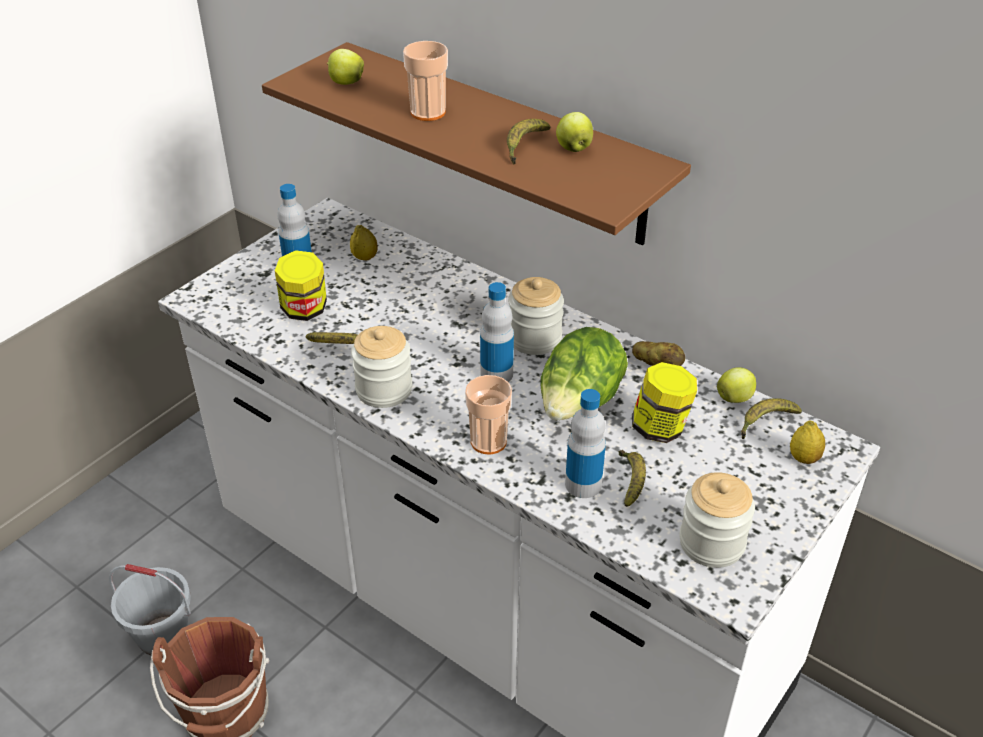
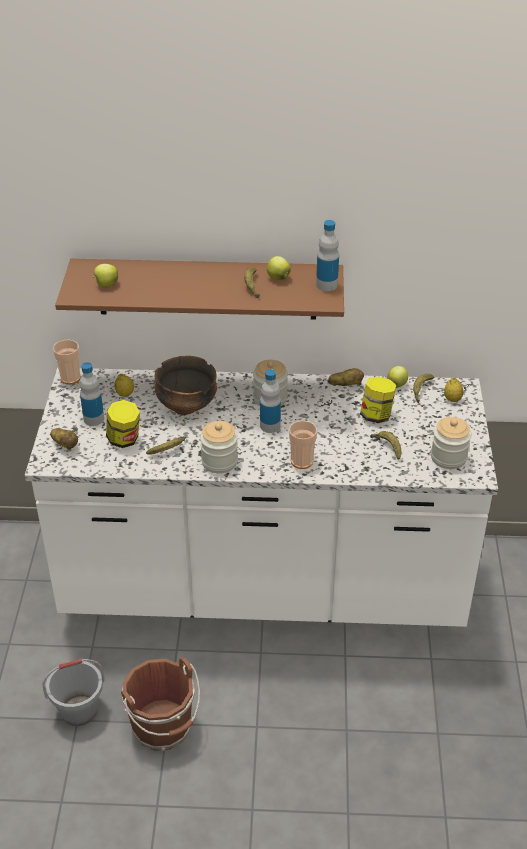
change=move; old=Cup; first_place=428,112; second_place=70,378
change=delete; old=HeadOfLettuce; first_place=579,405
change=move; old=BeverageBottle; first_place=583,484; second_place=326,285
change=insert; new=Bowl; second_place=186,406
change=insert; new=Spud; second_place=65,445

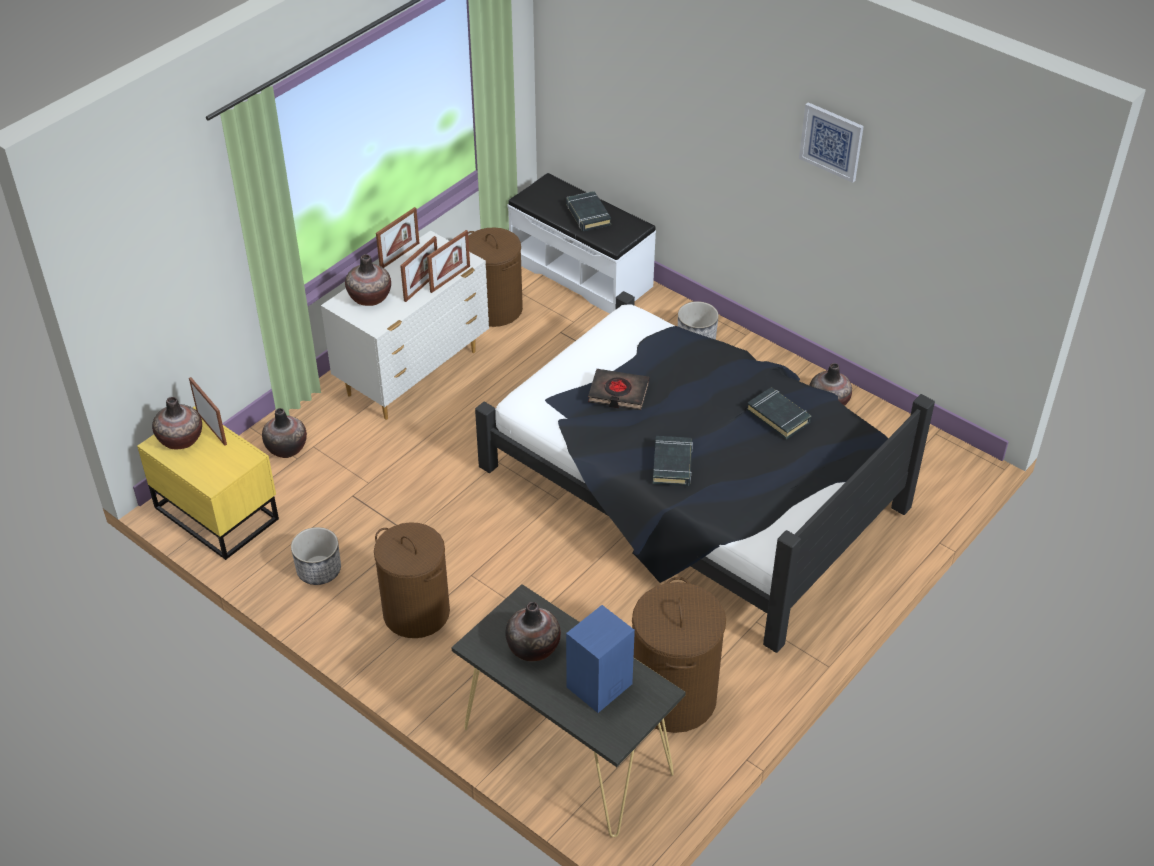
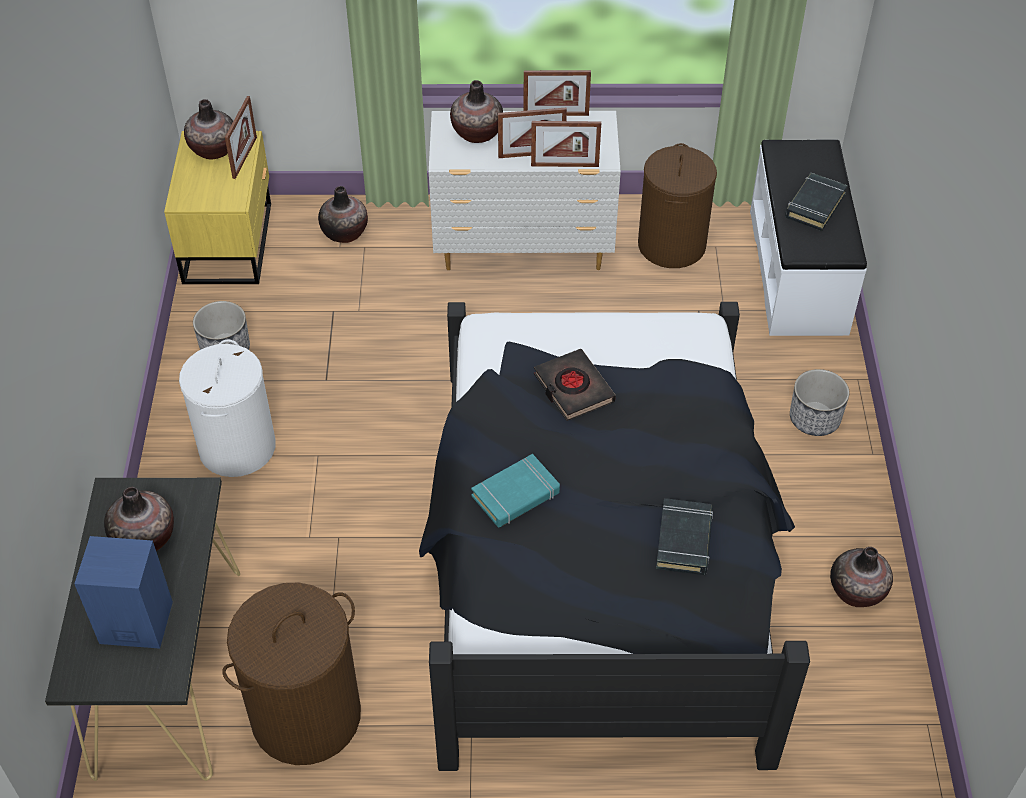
change=delete; old=Picture; first_place=831,141
change=recolor; old=BlackBook; new=TurquoiseColouredBook; first_place=672,464; second_place=516,495
change=recolor; old=BrownishLaundryBasket; new=WhiteLaundryBasket; first_place=416,612; second_place=237,447

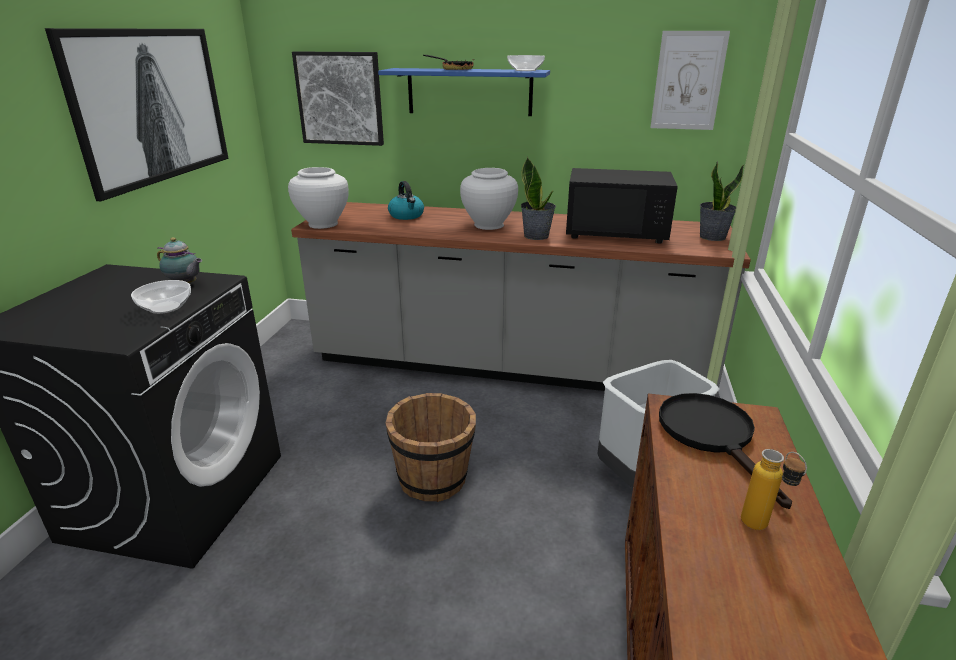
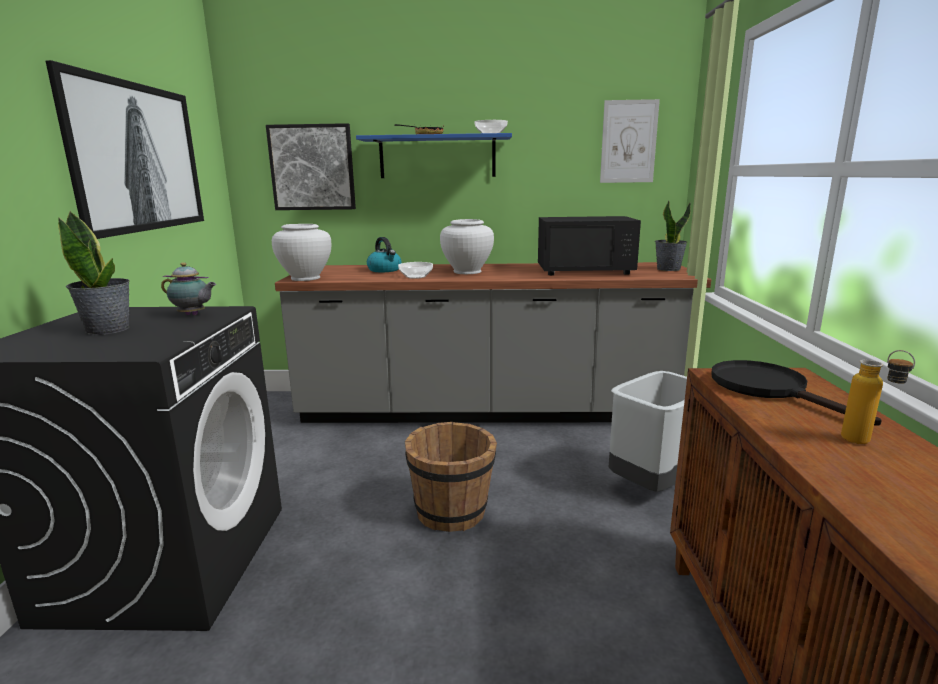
change=move; old=PottedPlant; first_place=536,236; second_place=108,329
change=move; old=Bowl; first_place=166,307; second_place=416,276

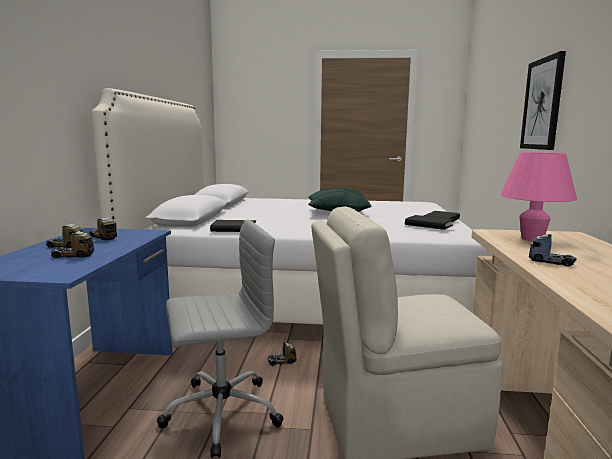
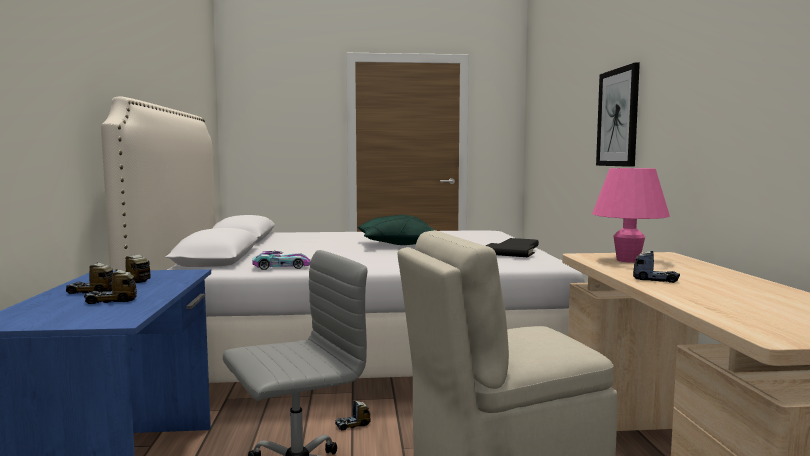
change=replace; old=BlackBook; new=MiniatureCar; first_place=234,229; second_place=281,267

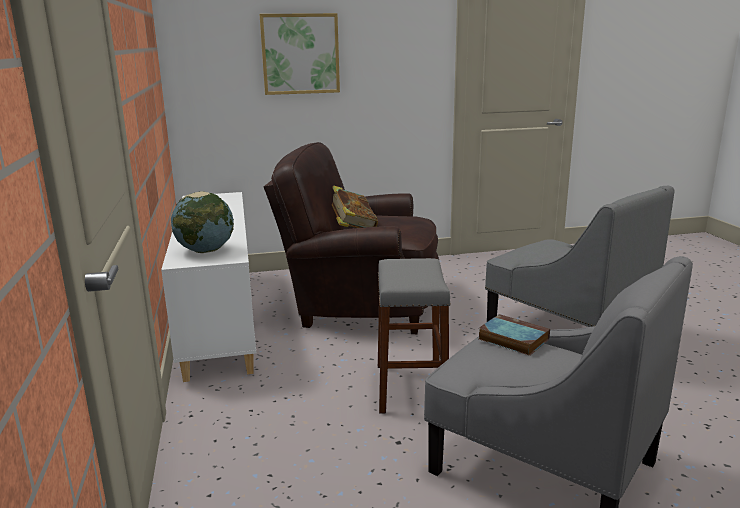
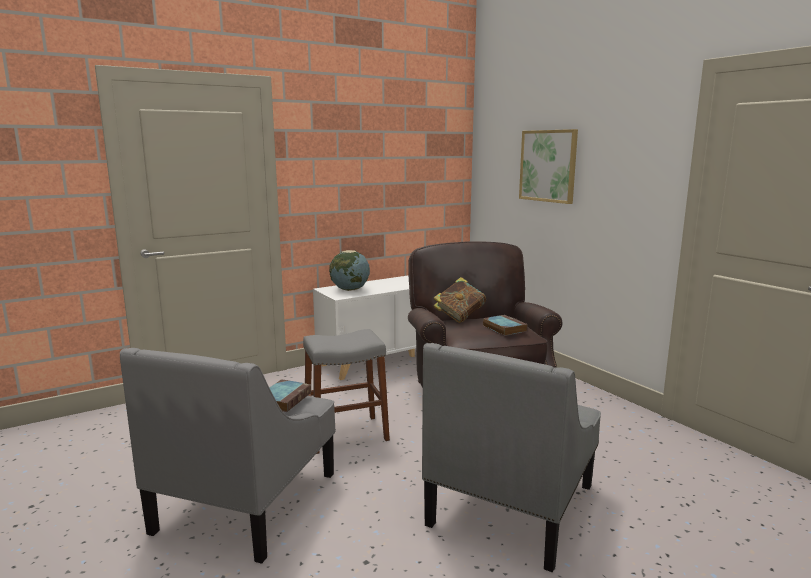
change=insert; new=Book; second_place=503,328

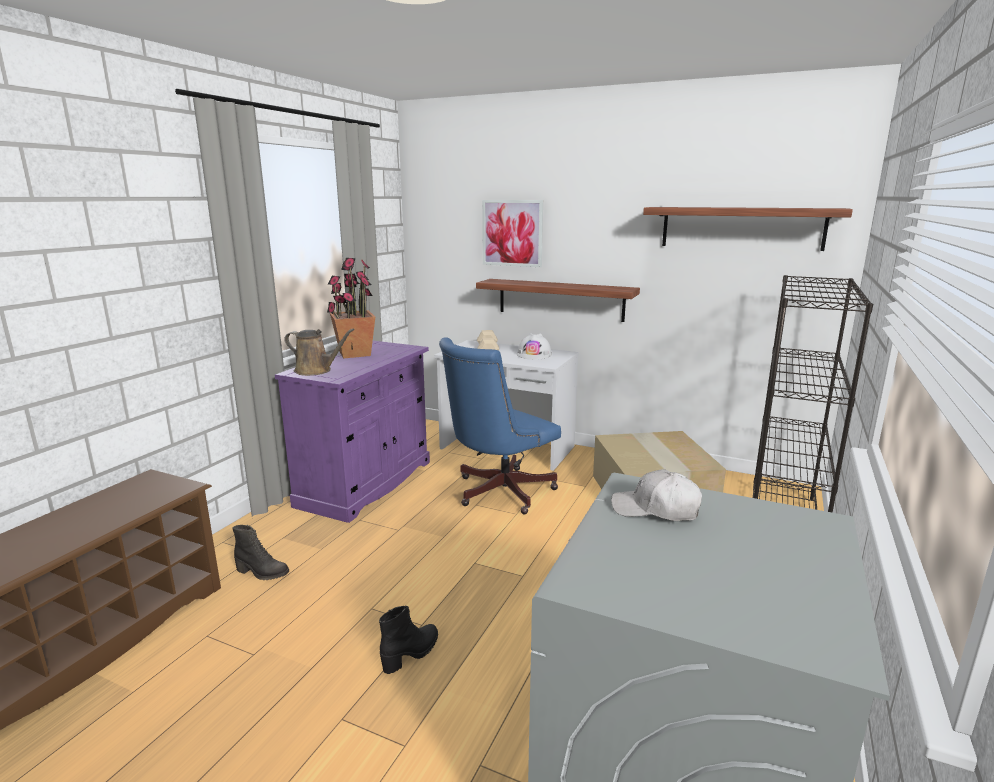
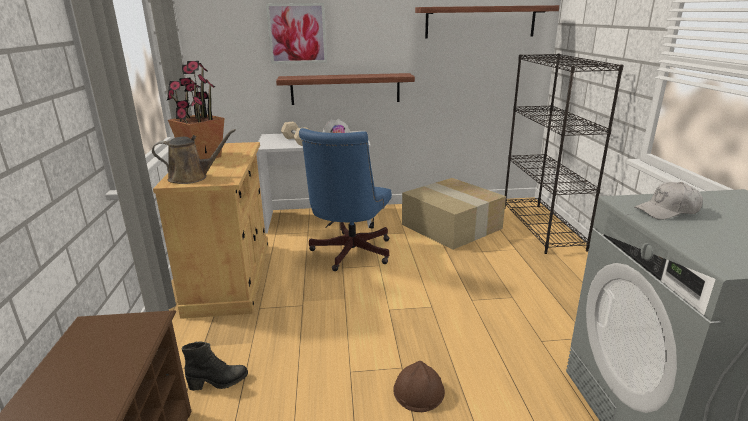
change=recolor; old=PurpleColouredCupboard; new=BeigeCupboard; first_place=366,483; second_place=230,277
change=replace; old=BlackBoot; new=BrownishSafetyHelmet; first_place=411,654; second_place=418,391

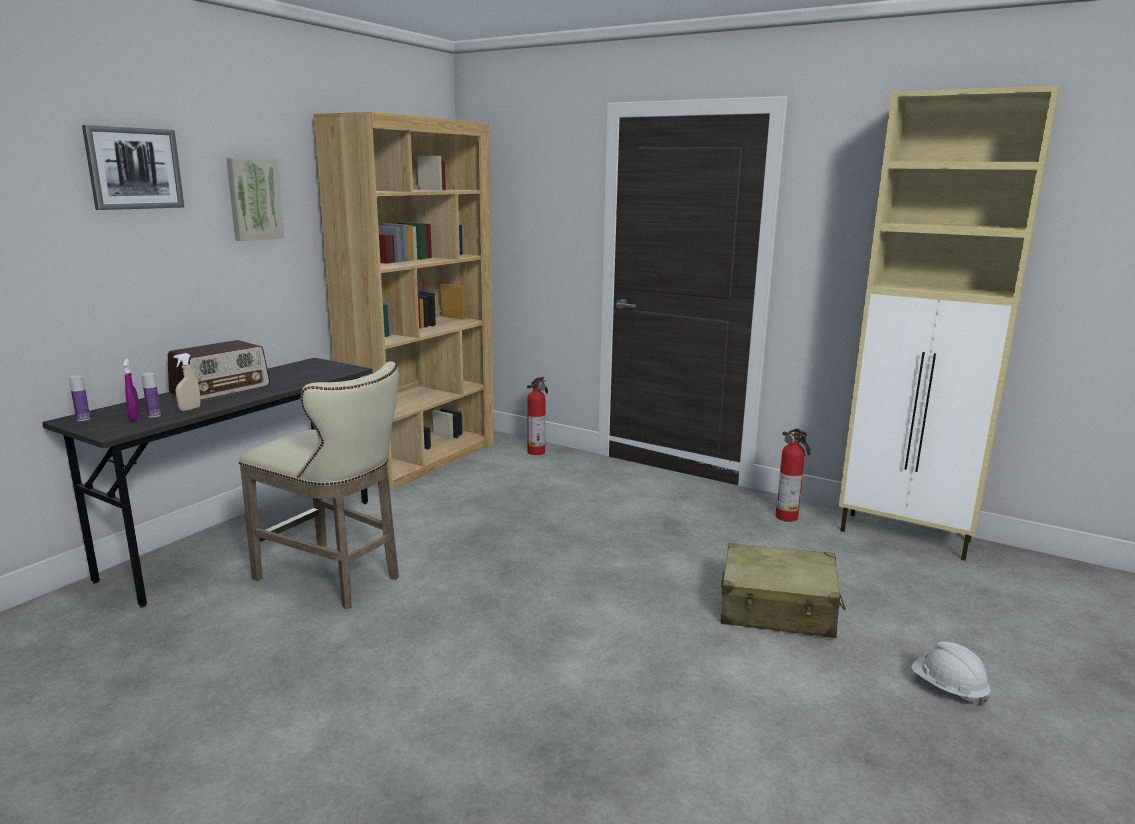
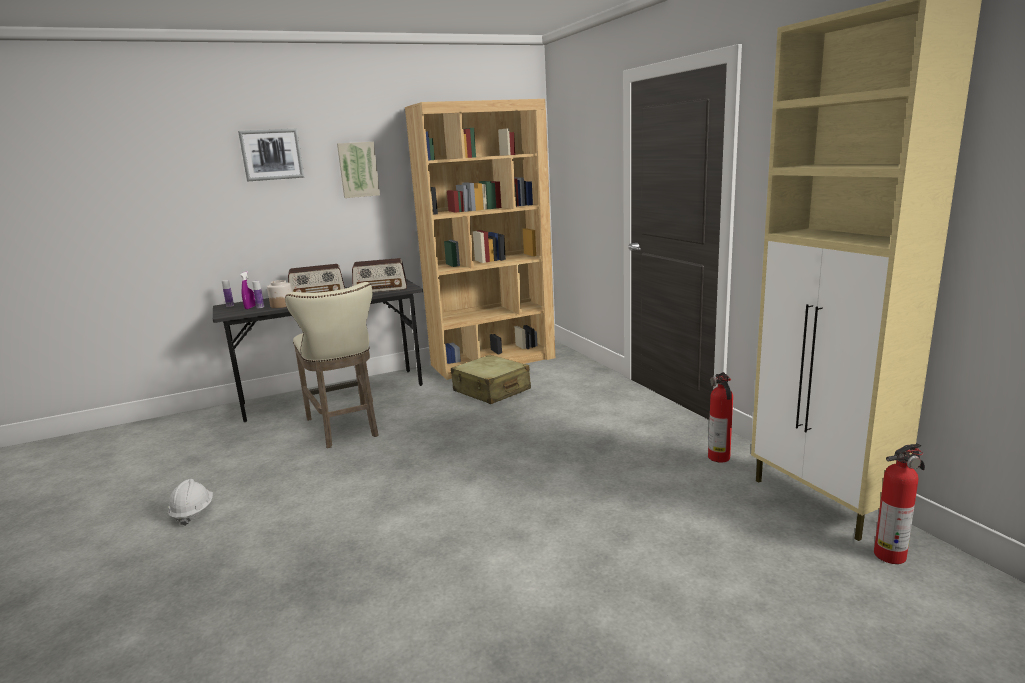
change=replace; old=BeigeHandSprayer; new=StorageJar; first_place=190,409; second_place=282,305
change=move; old=Extinguisher; first_place=537,451; second_place=891,555
change=move; old=BeigeTravelCase; first_place=778,608; second_place=491,390
change=move; old=WhiteSafetyHelmet; first_place=947,689; second_place=192,513
change=insert; new=Radio; second_place=381,289

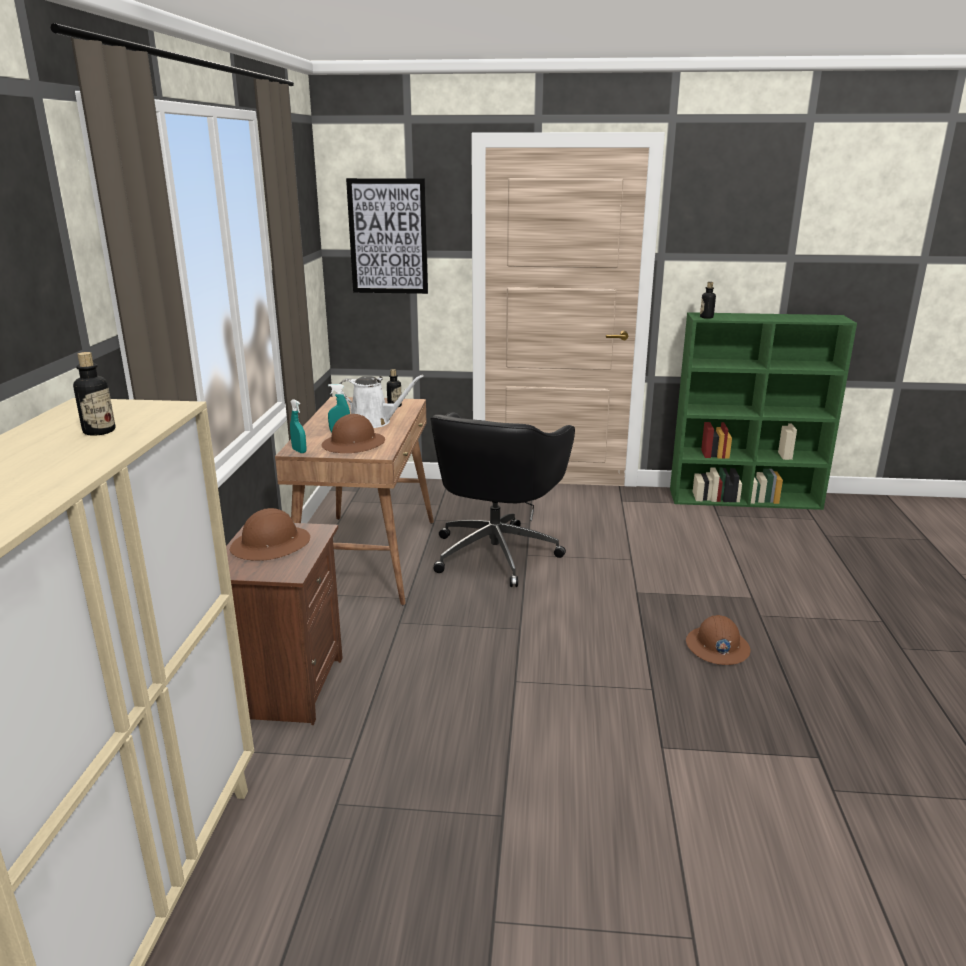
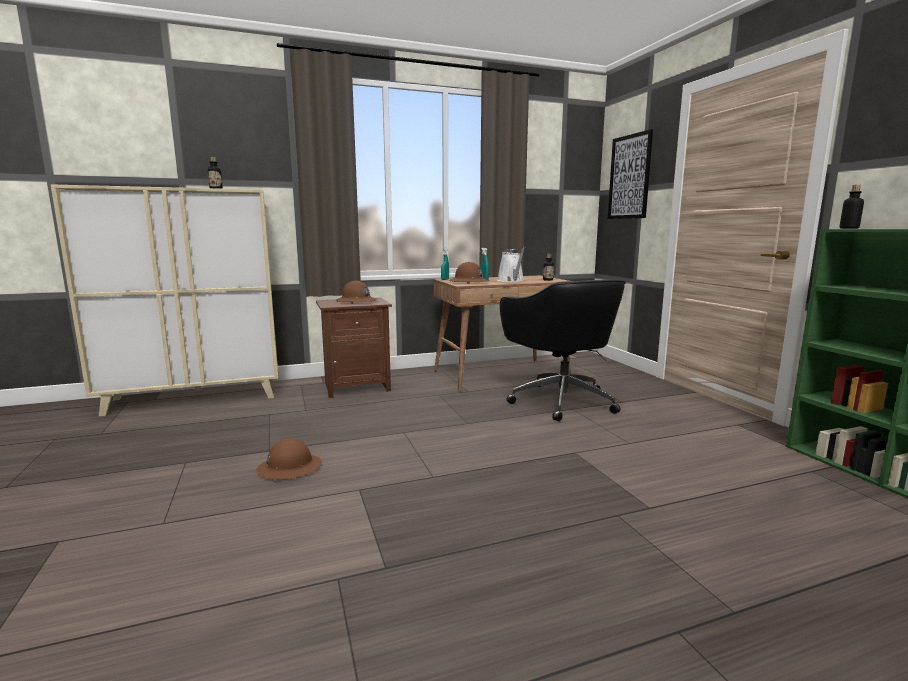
change=rotate; old=BlackComputerChair; first_place=496,552; second_place=560,400; degrees=-105
change=move; old=BrownishSafetyHelmet; first_place=717,647; second_place=289,468

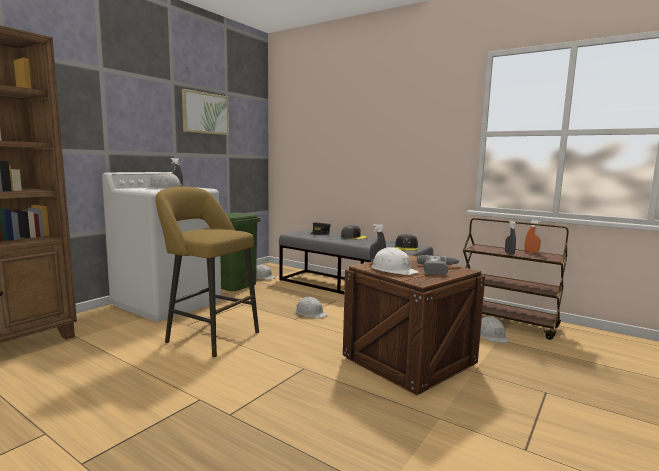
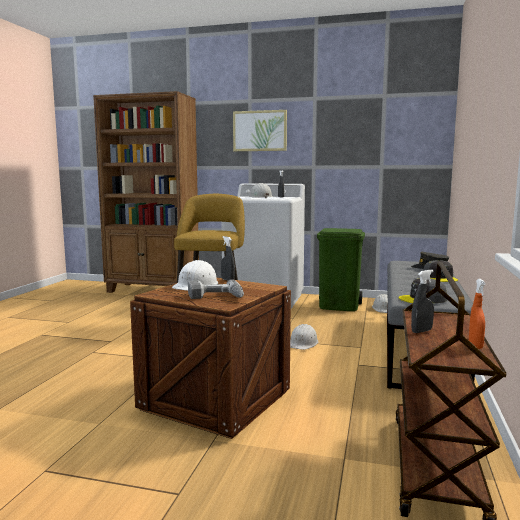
change=move; old=Picture; first_place=205,113; second_place=260,131
change=delete; old=WhiteSafetyHelmet; first_place=491,335

